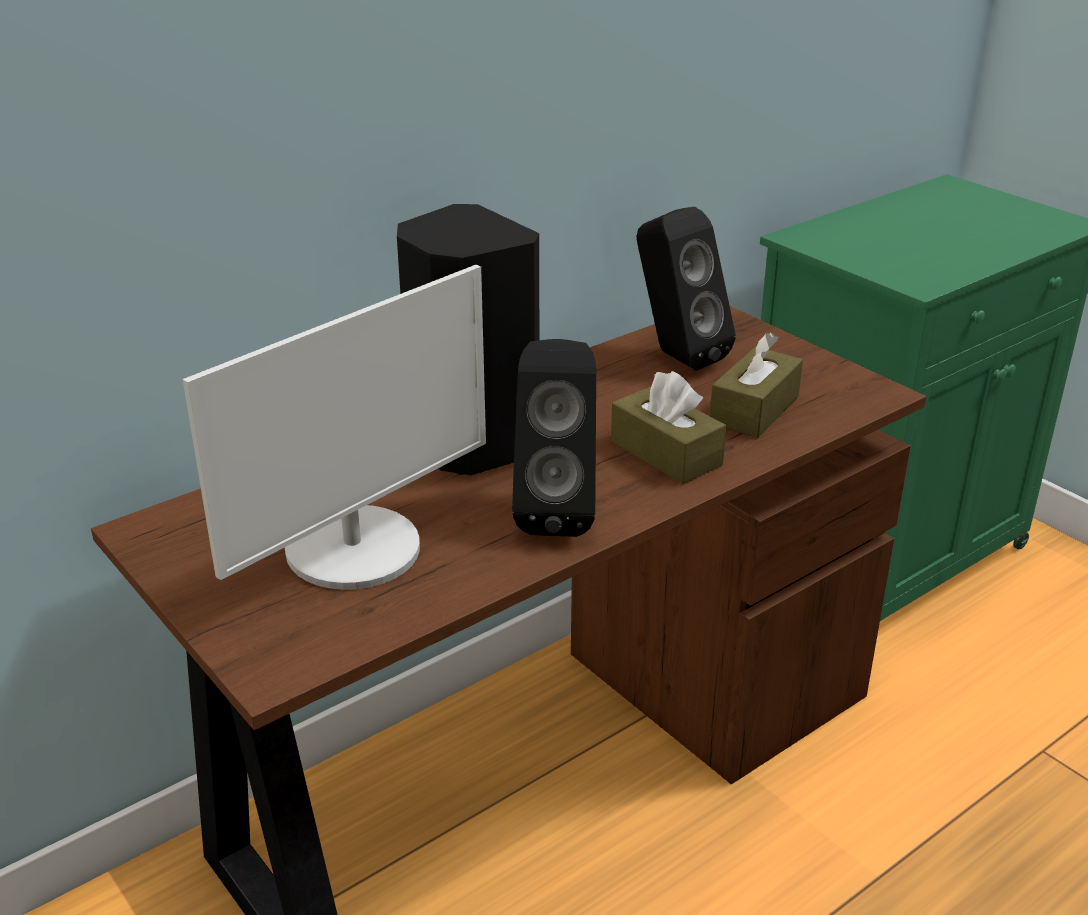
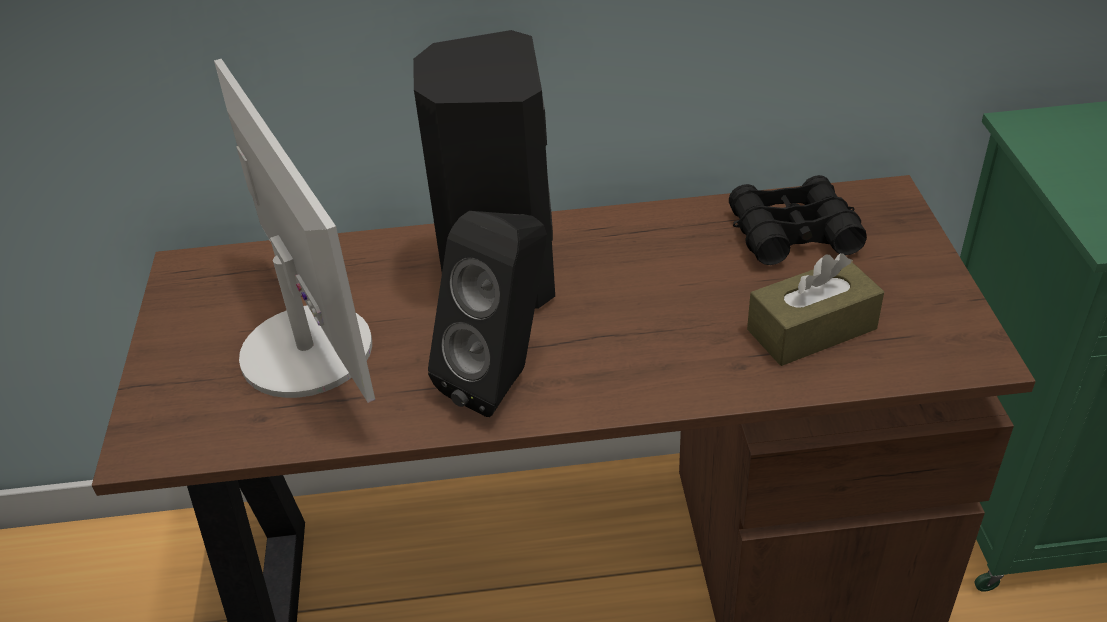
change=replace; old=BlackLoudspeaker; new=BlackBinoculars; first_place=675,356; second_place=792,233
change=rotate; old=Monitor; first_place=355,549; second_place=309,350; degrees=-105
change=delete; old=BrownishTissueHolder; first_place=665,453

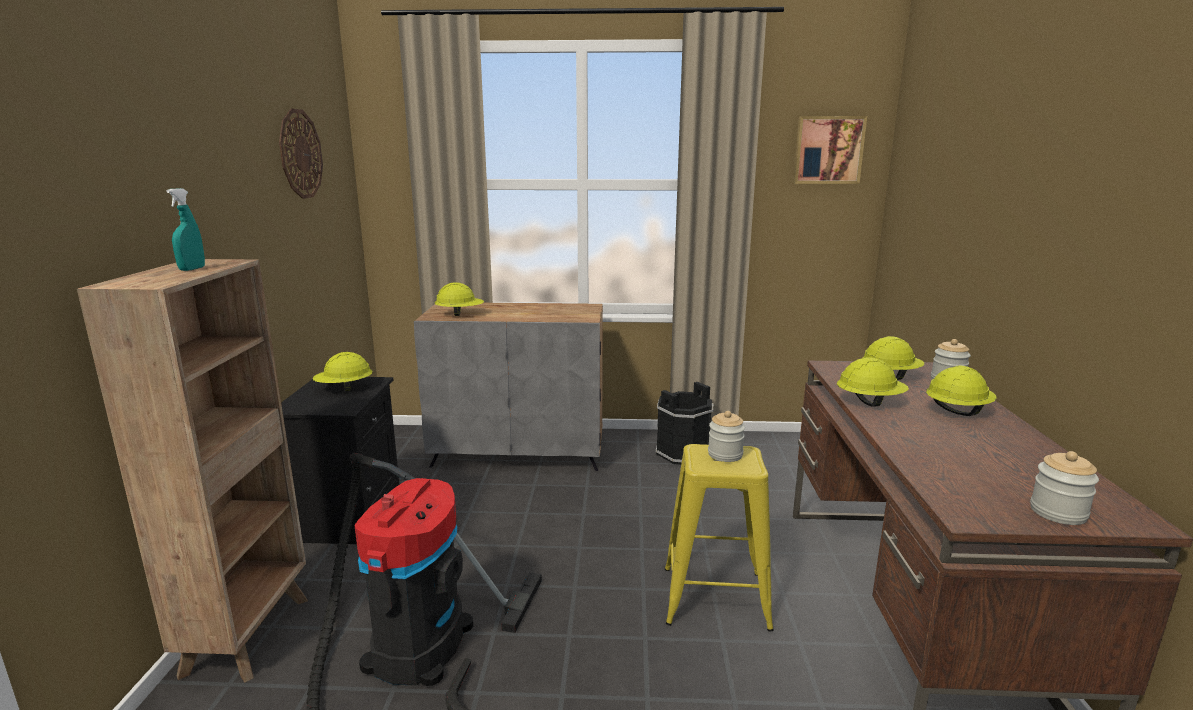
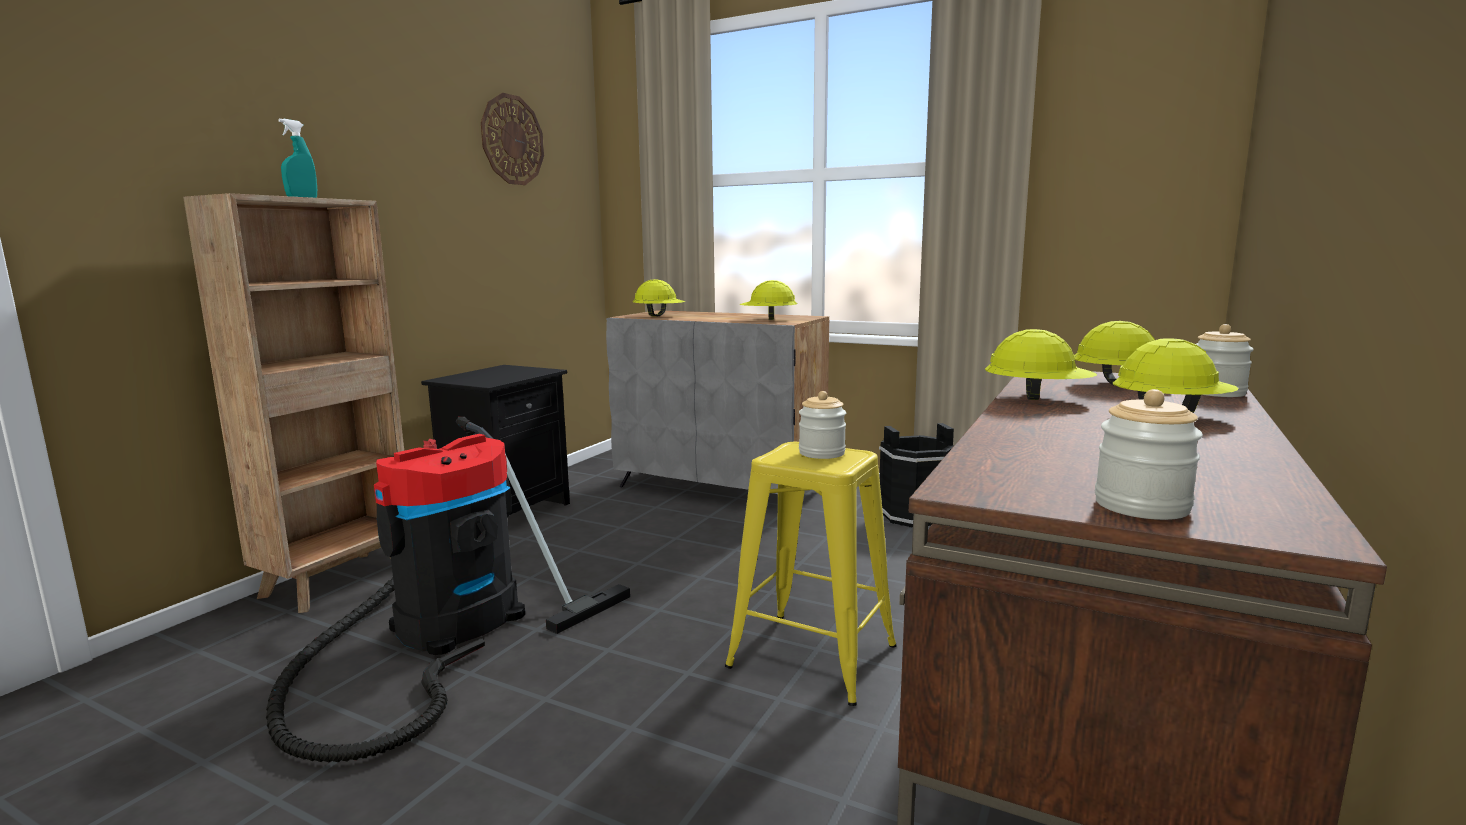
change=delete; old=Picture; first_place=828,150
change=move; old=YellowSafetyHelmet; first_place=344,389; second_place=768,319

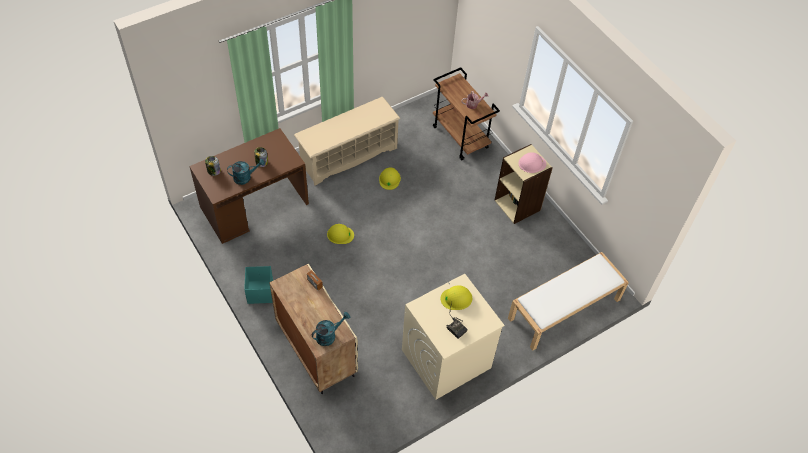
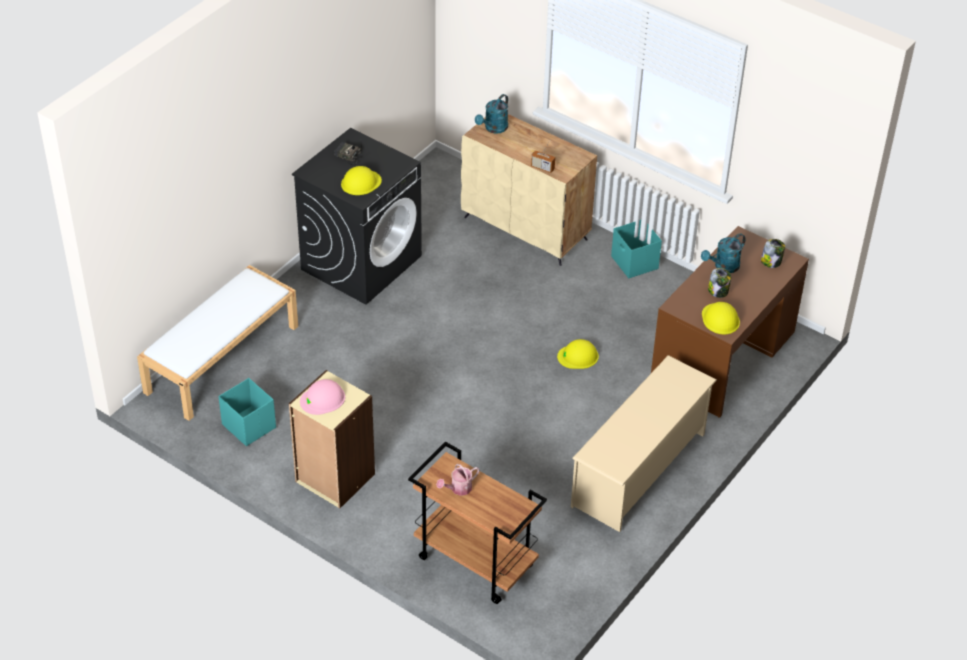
change=move; old=YellowSafetyHelmet; first_place=389,179; second_place=720,319
change=recolor; old=BeigeLaundryMachine; new=BlackLaundryMachine; first_place=446,359; second_place=361,262
change=insert; new=TurquoiseColouredStorageContainer; second_place=249,425

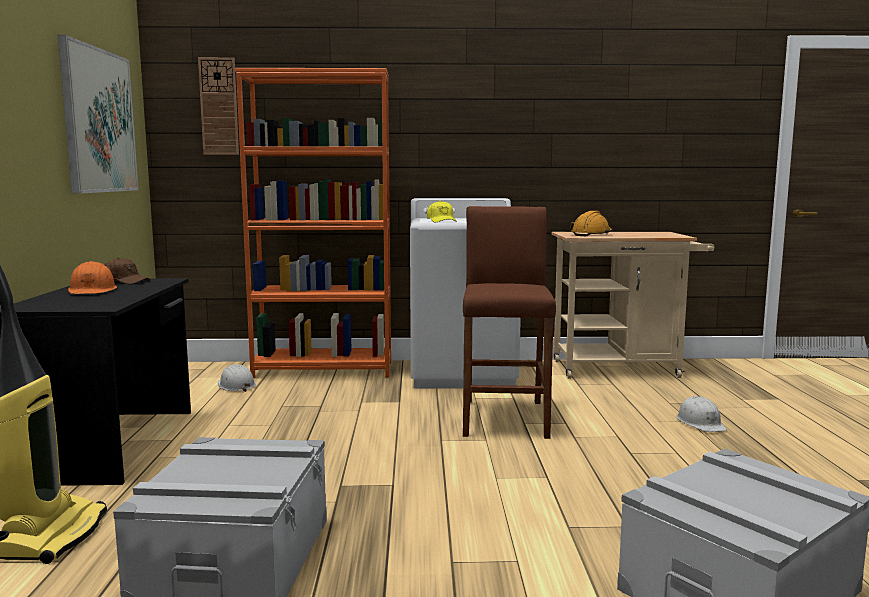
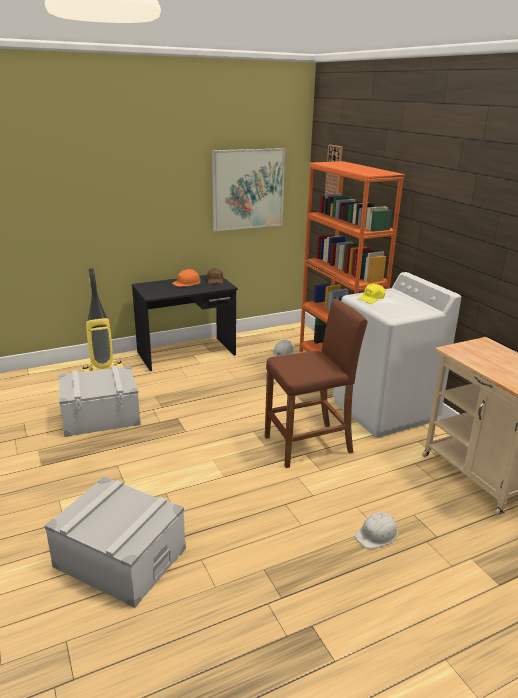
change=delete; old=OrangeSafetyHelmet; first_place=591,234

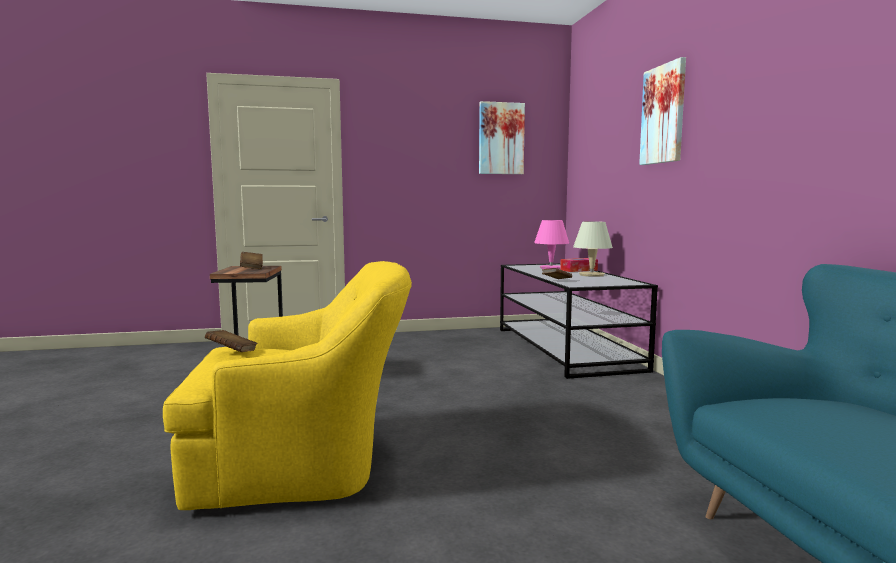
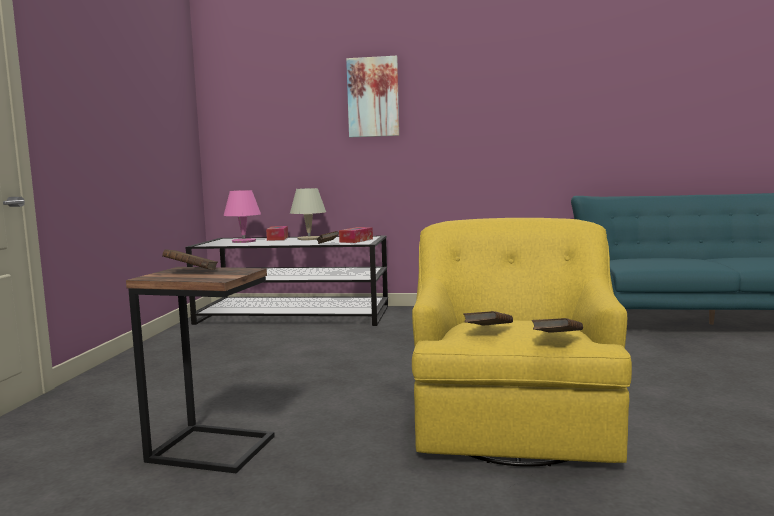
change=delete; old=Picture; first_place=501,138
change=insert; new=TissueHolder; second_place=356,240
change=insert; new=BrownishBook; second_place=557,339

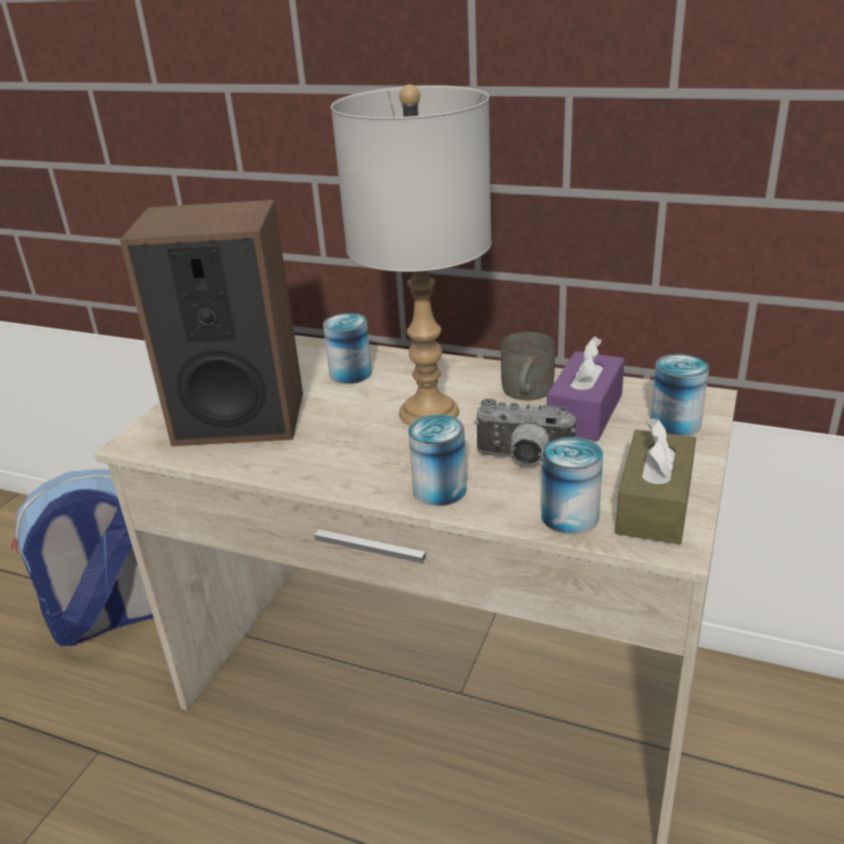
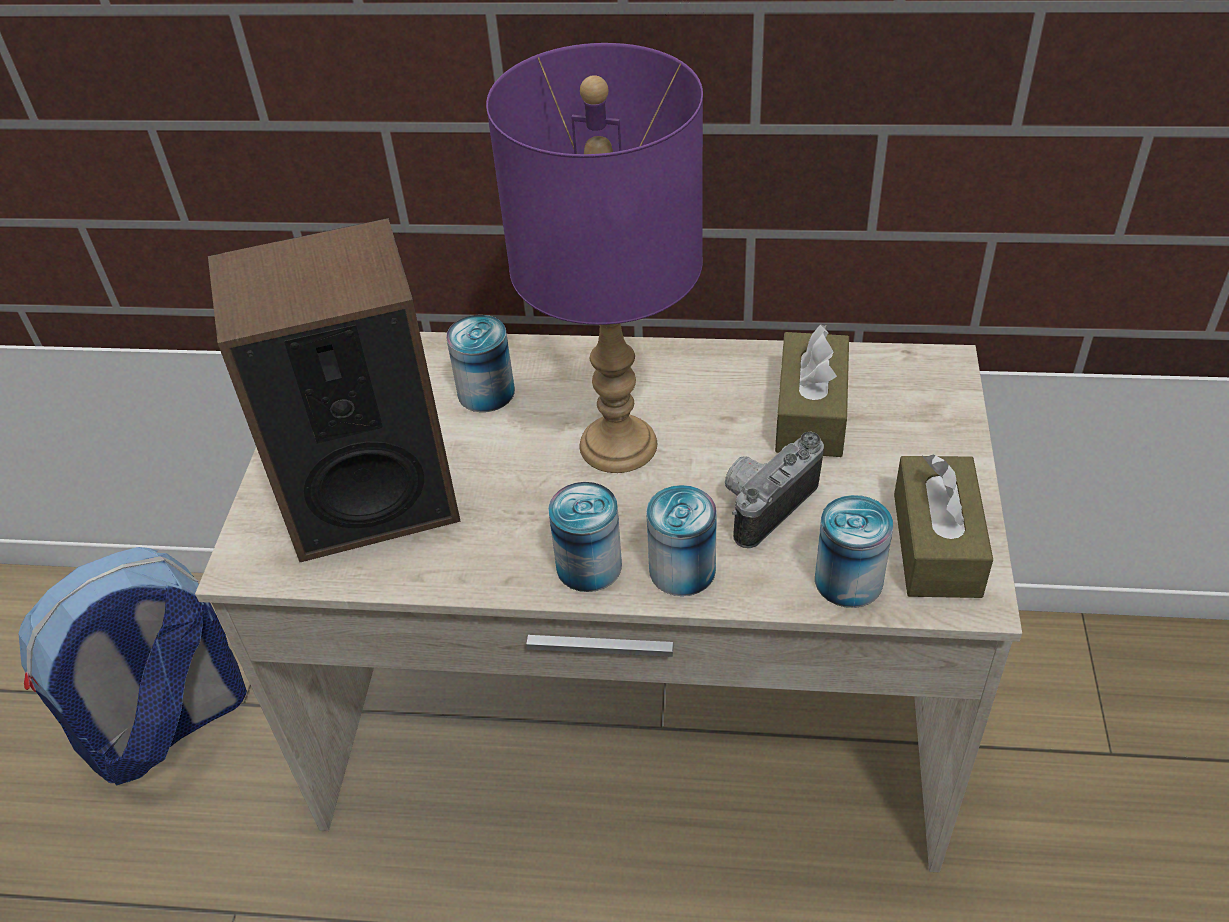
change=recolor; old=GrayLampForATable; new=PurpleColouredLampForATable; first_place=429,412; second_place=618,443
change=delete; old=GrayMug; first_place=526,392
change=recolor; old=PurpleColouredTissueHolder; new=BrownishTissueHolder; first_place=585,412; second_place=810,412
change=move; old=SealedCan; first_place=675,423; second_place=589,565
change=rotate; old=StillCamera; first_place=523,460; second_place=764,504; degrees=135

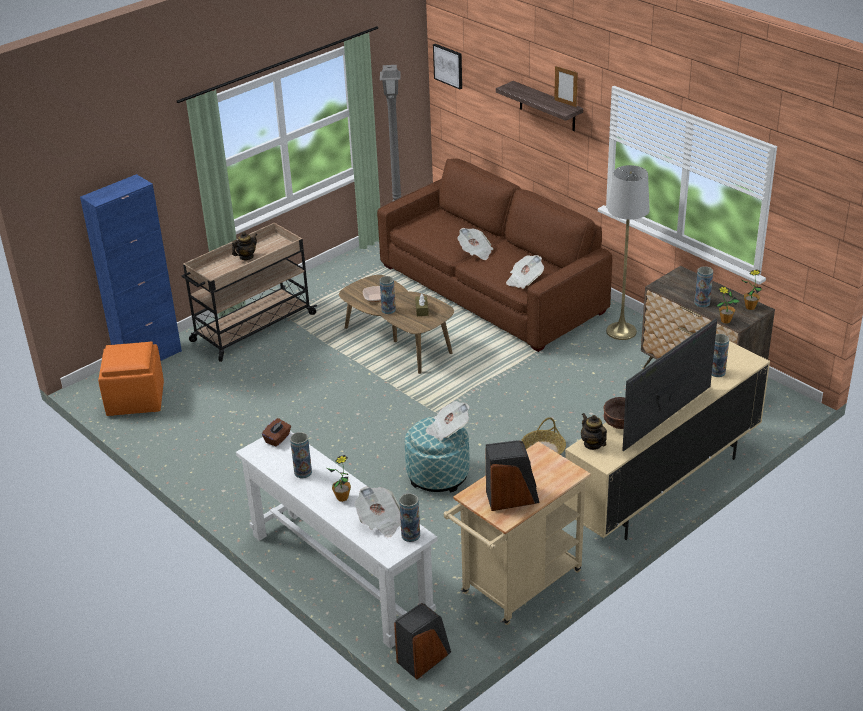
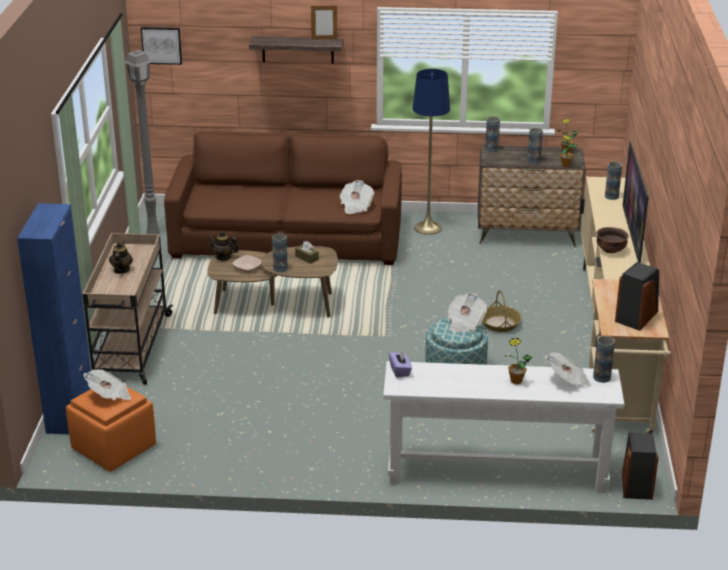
change=recolor; old=GrayStandardLamp; new=BlueColouredStandardLamp; first_place=621,331; second_place=428,228
change=move; old=DailyPaper; first_place=475,252; second_place=109,395
change=move; old=Teapot; first_place=592,444; second_place=223,257
change=recolor; old=BrownishTissueHolder; new=PurpleColouredTissueHolder; first_place=277,439; second_place=400,371
change=move; old=DecorativeVase; first_place=303,472; second_place=491,149

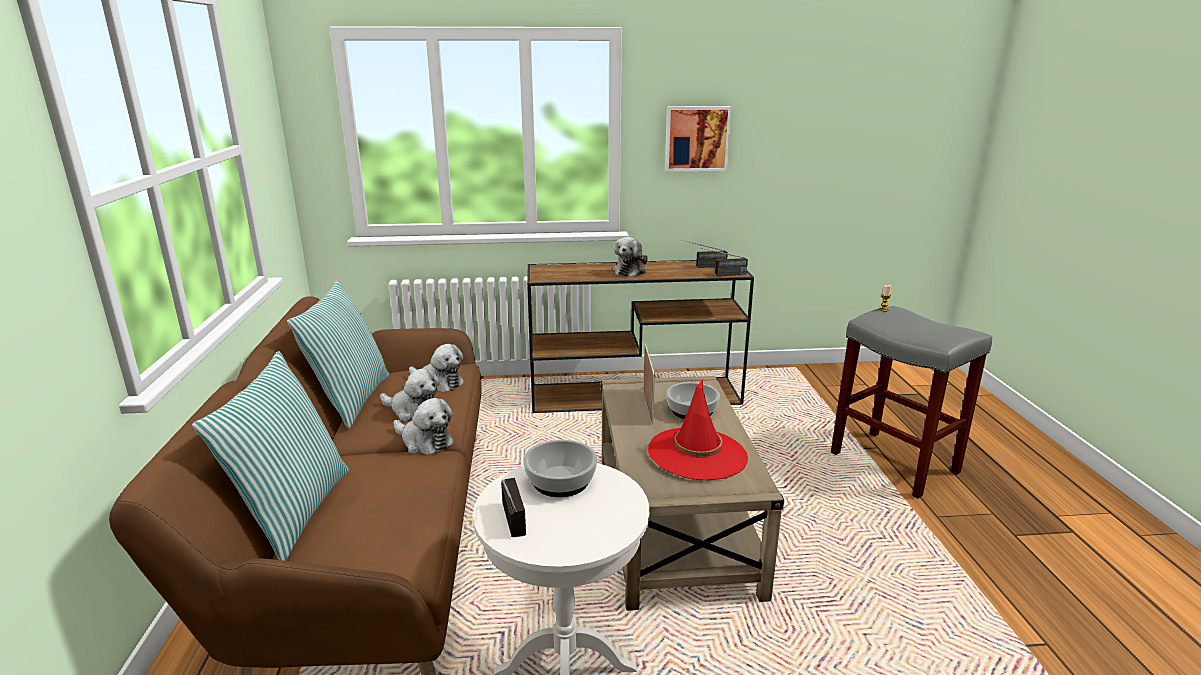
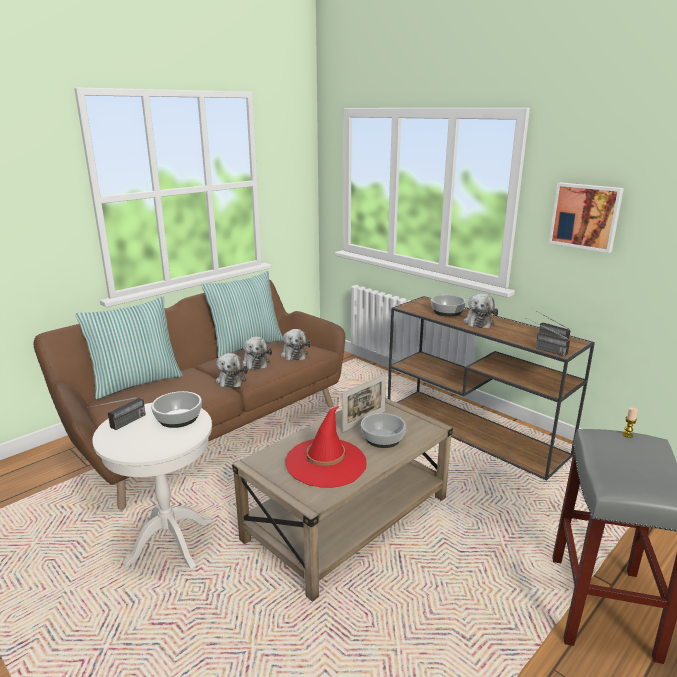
change=rotate; old=CuddlyToy; first_place=630,270; second_place=478,322; degrees=-60
change=insert; new=Bowl; second_place=447,312

